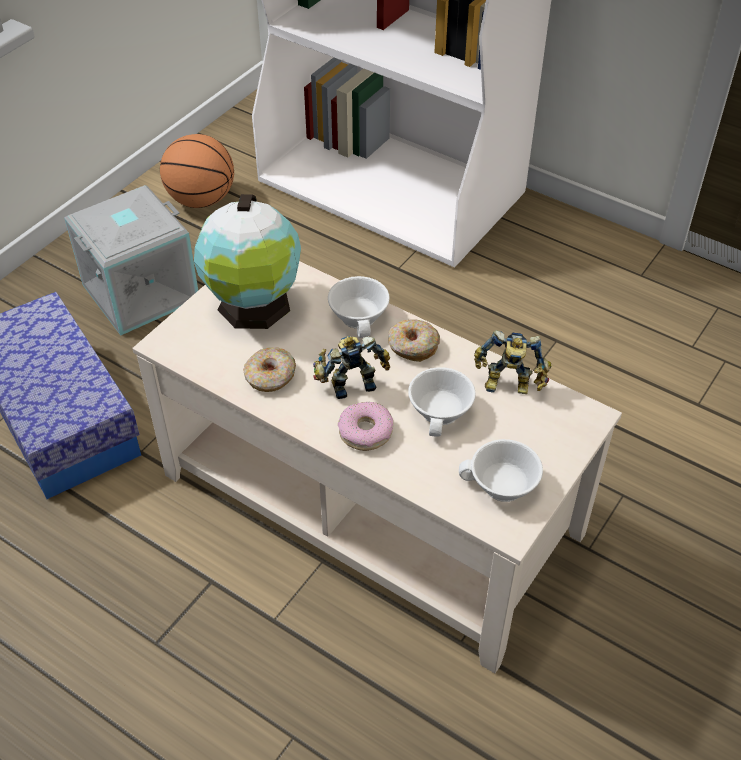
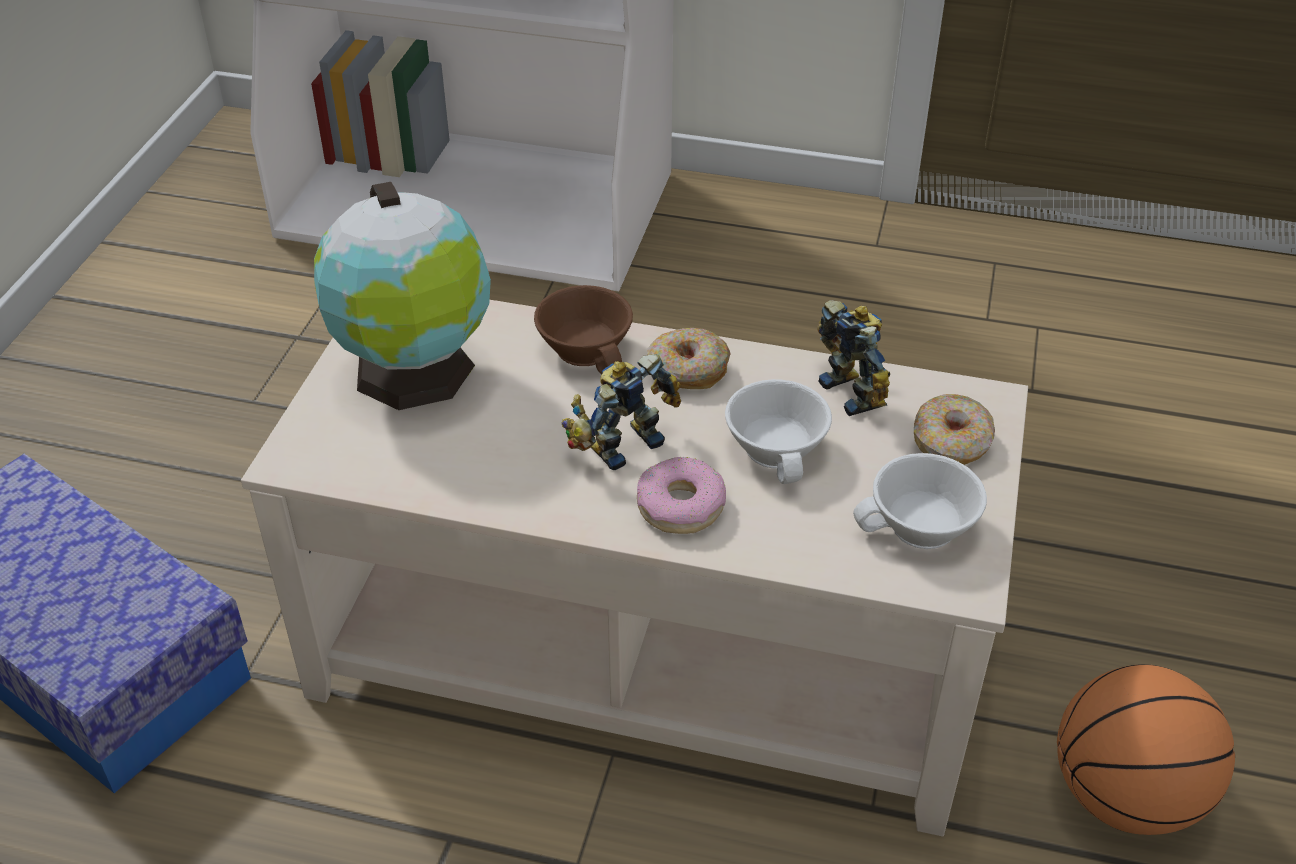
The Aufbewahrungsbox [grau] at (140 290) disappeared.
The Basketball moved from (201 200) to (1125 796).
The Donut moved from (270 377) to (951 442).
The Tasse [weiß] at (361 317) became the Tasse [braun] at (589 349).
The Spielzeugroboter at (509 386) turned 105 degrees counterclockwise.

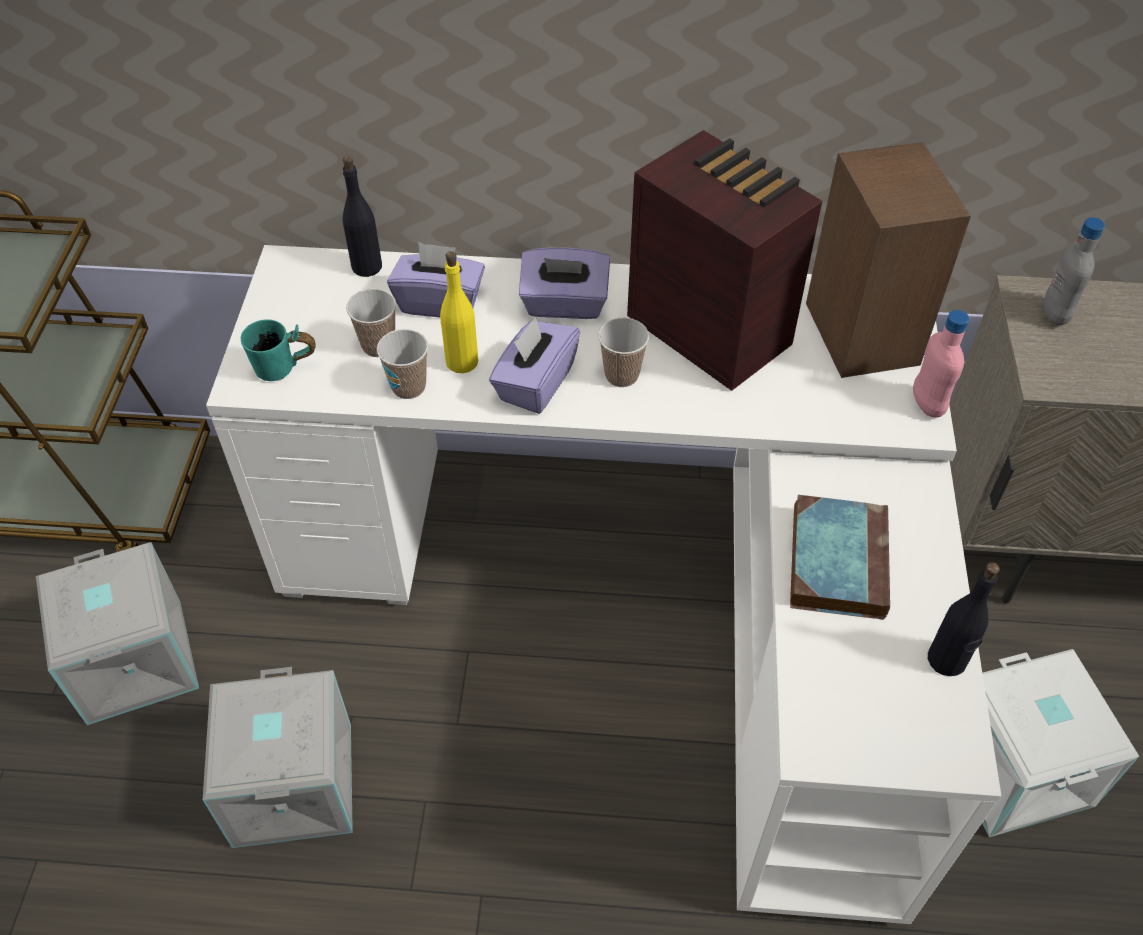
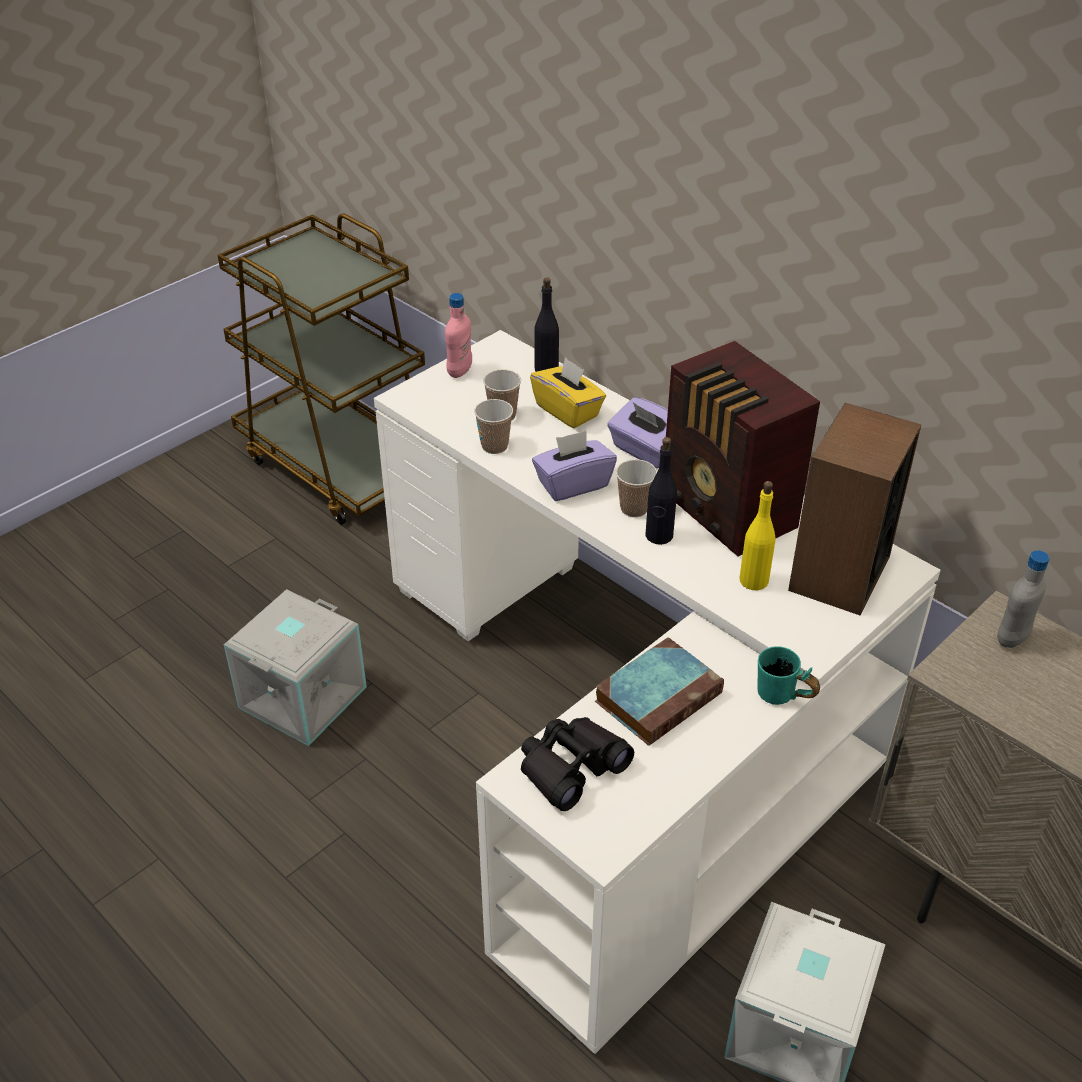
The Aufbewahrungsbox [grau] at (138 661) disappeared.
The Fernglas [schwarz] at (571 768) appeared.
The Henkelbecher [türkis] moved from (283 372) to (781 700).
The Flasche [gelb] moved from (461 361) to (753 580).
The Flasche [rosa] moved from (927 404) to (459 371).
The Flasche [schwarz] moved from (947 660) to (659 536).
The Taschentuchbox [lila] at (440 302) became the Taschentuchbox [gelb] at (568 410).
The Radio at (708 328) turned 150 degrees clockwise.

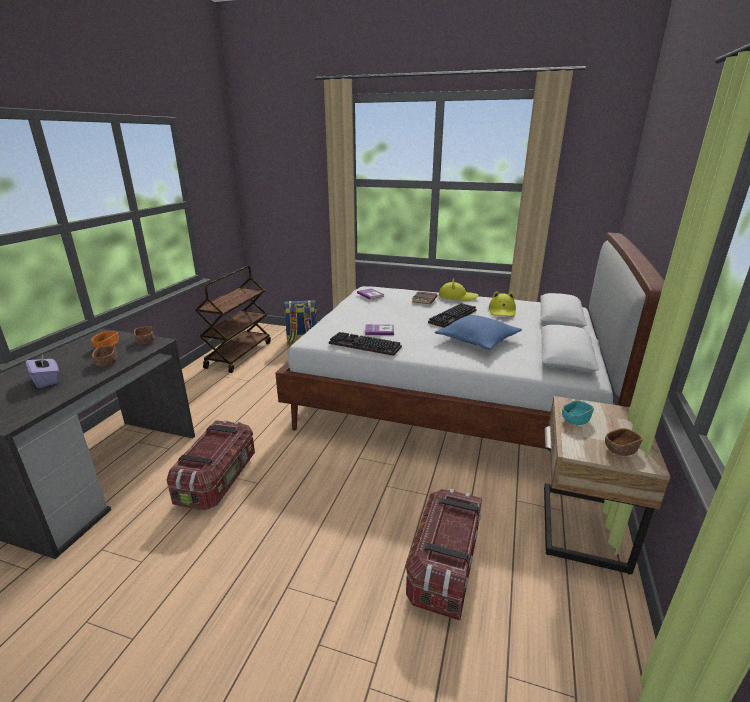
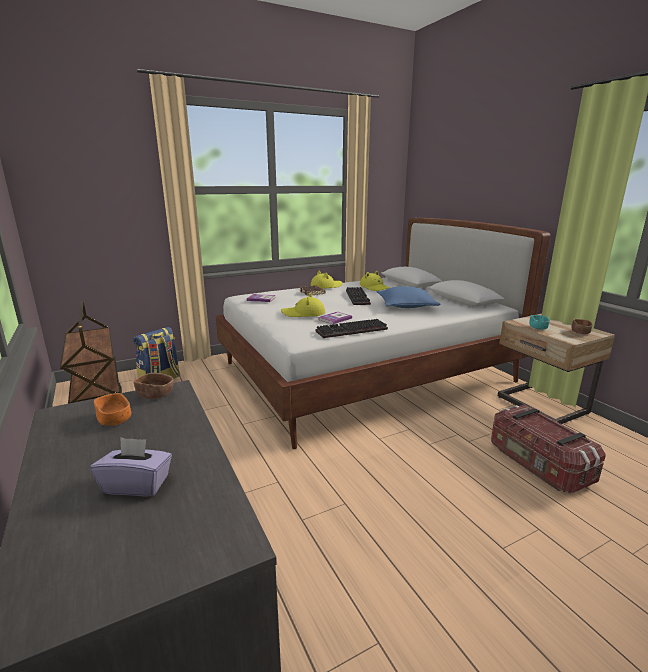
The Schüssel [braun] at (107 362) disappeared.
The Aufbewahrungsbox at (219 479) disappeared.
The Hut [gelb] at (303 314) appeared.

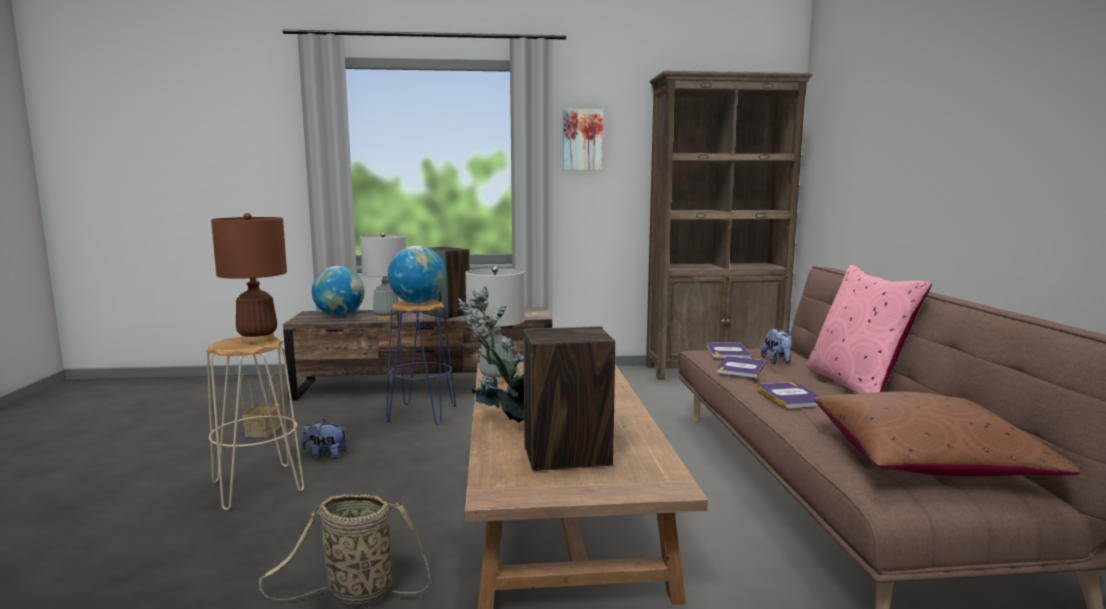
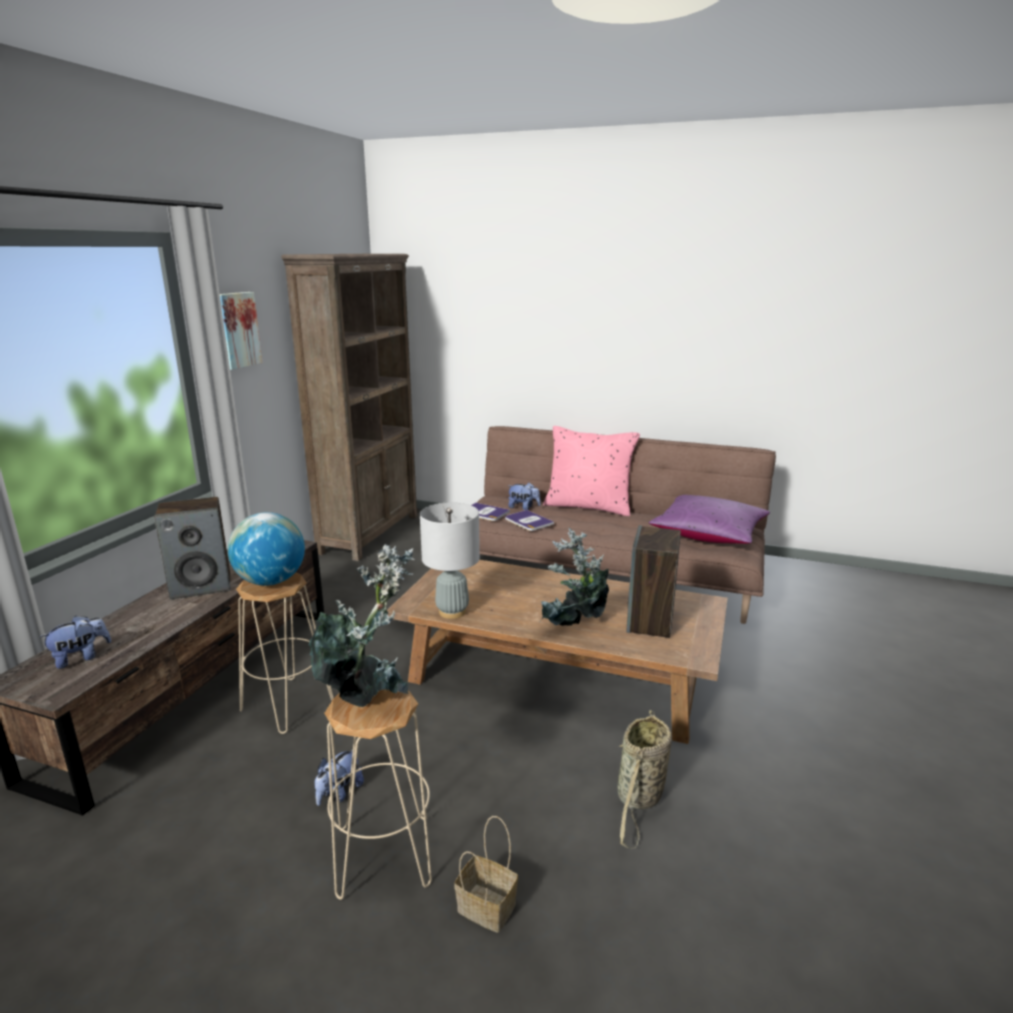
The Tischlampe [grau] at (386 318) disappeared.
The Buch at (790 396) disappeared.
The Korb moved from (263 431) to (484 907).
The Tischlampe [braun] at (257 339) was replaced by the Topfpflanze at (367 694).
The Globus at (339 316) was replaced by the Plüschtier at (81 658).
The Hocker [blau] at (422 414) became the Hocker [beige] at (288 704).
The Kissen [braun] at (923 460) became the Kissen [lila] at (708 533).

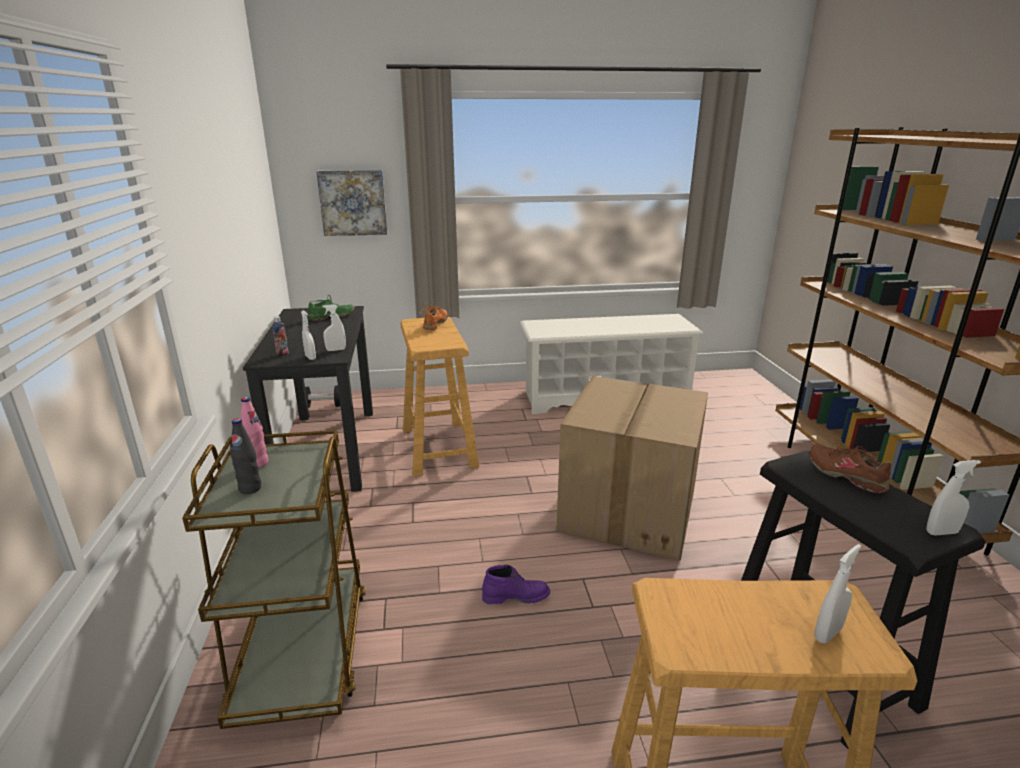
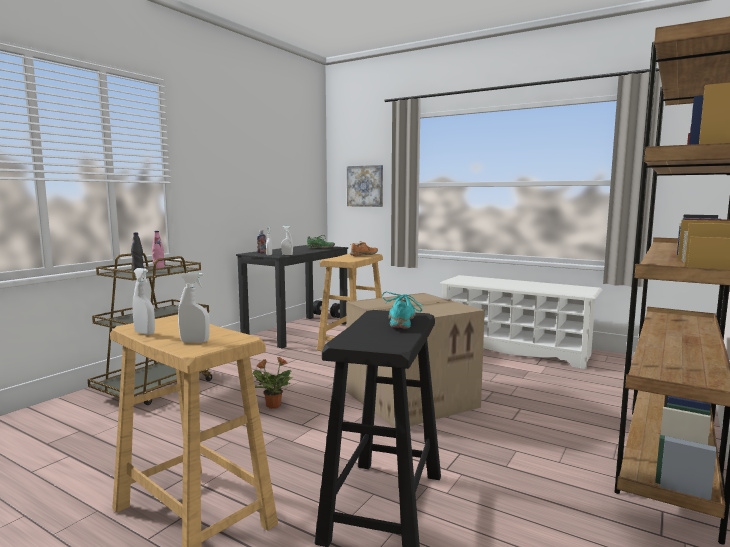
The Sprühflasche [weiß] moved from (941 532) to (144 333).
The Stiefel [lila] at (516 596) was replaced by the Topfpflanze at (272 405).
The Schuh [braun] at (845 475) became the Schuh [türkis] at (403 321).

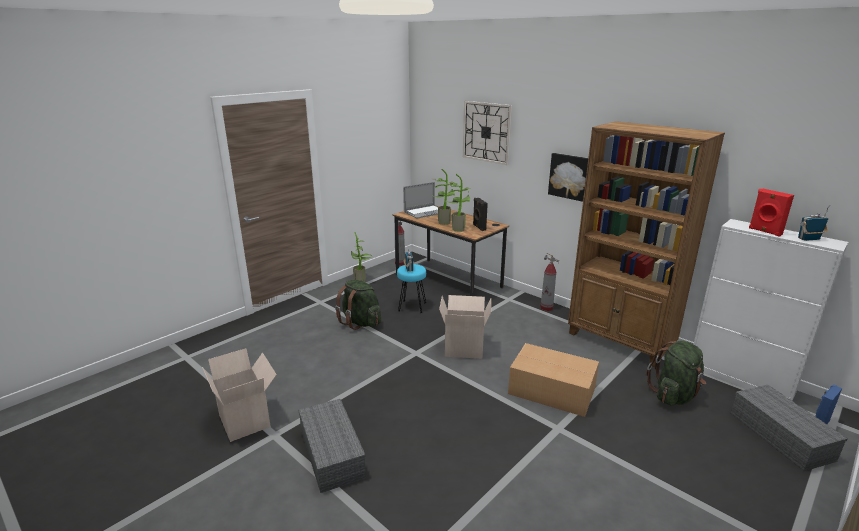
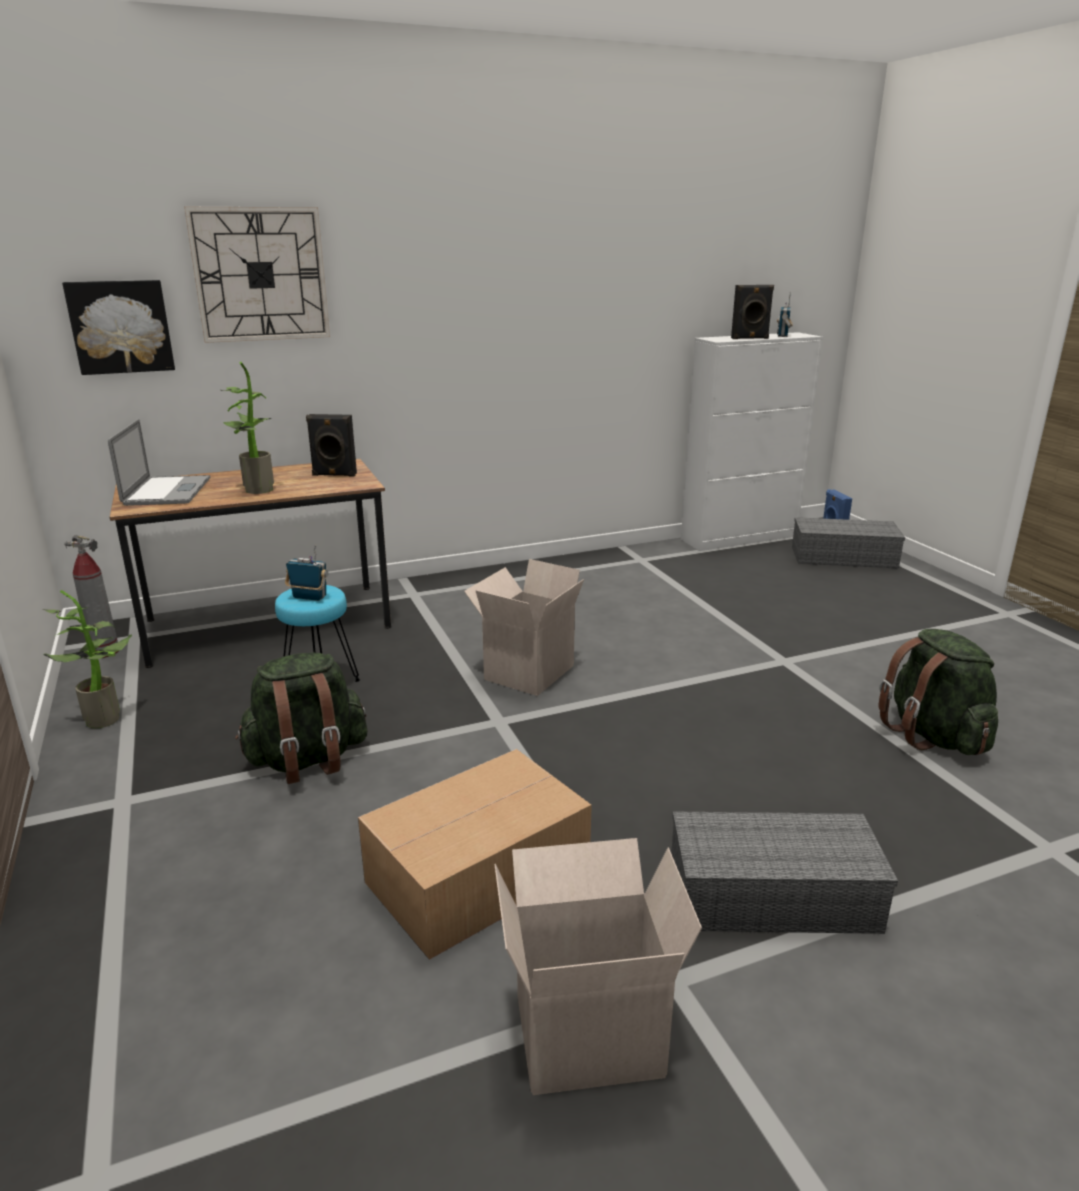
The Topfpflanze at (458 229) disappeared.
The Feuerlöscher at (546 308) disappeared.
The Bücherregal [braun] at (620 341) disappeared.
The Karton moved from (553 391) to (481 875).
The Bild moved from (570 176) to (121 327).
The Rucksack [grün] moved from (674 395) to (933 736).
The Lautsprecher [rot] at (764 231) became the Lautsprecher [schwarz] at (750 338).

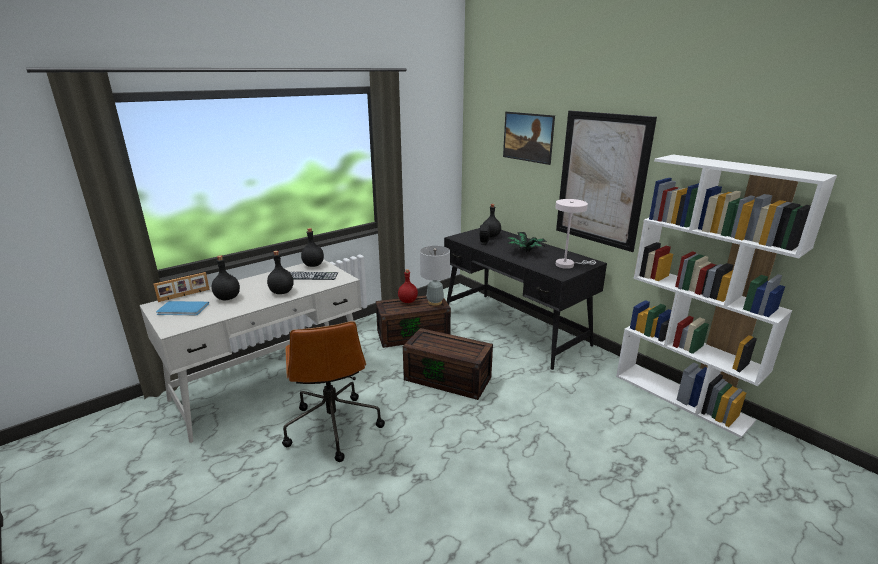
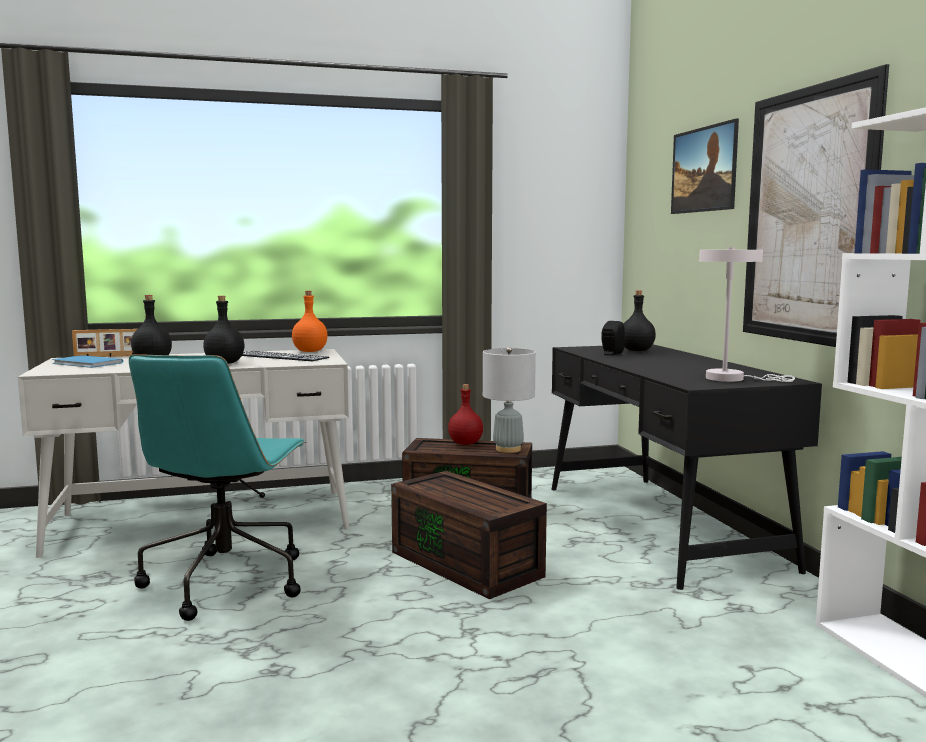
The Topfpflanze at (524 252) disappeared.
The Bürostuhl [braun] at (332 426) became the Bürostuhl [türkis] at (226 580).
The Flasche [schwarz] at (313 265) became the Flasche [orange] at (309 351).

